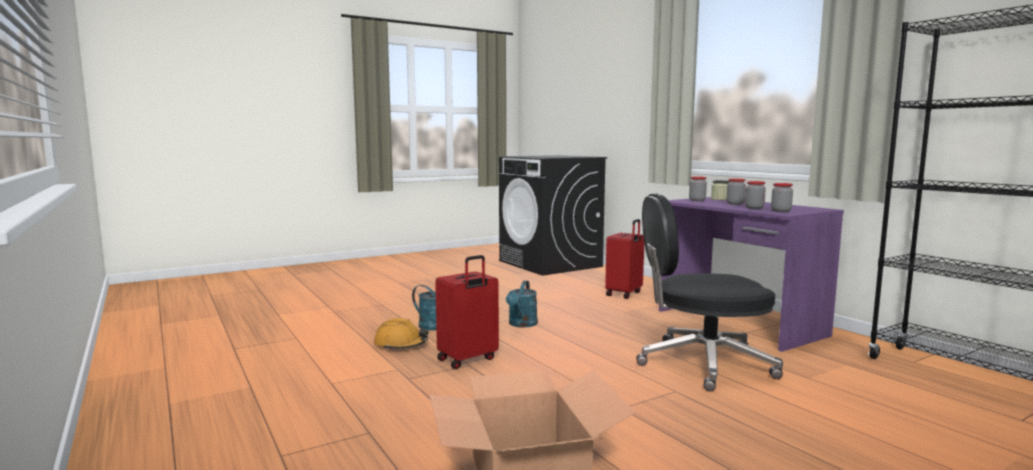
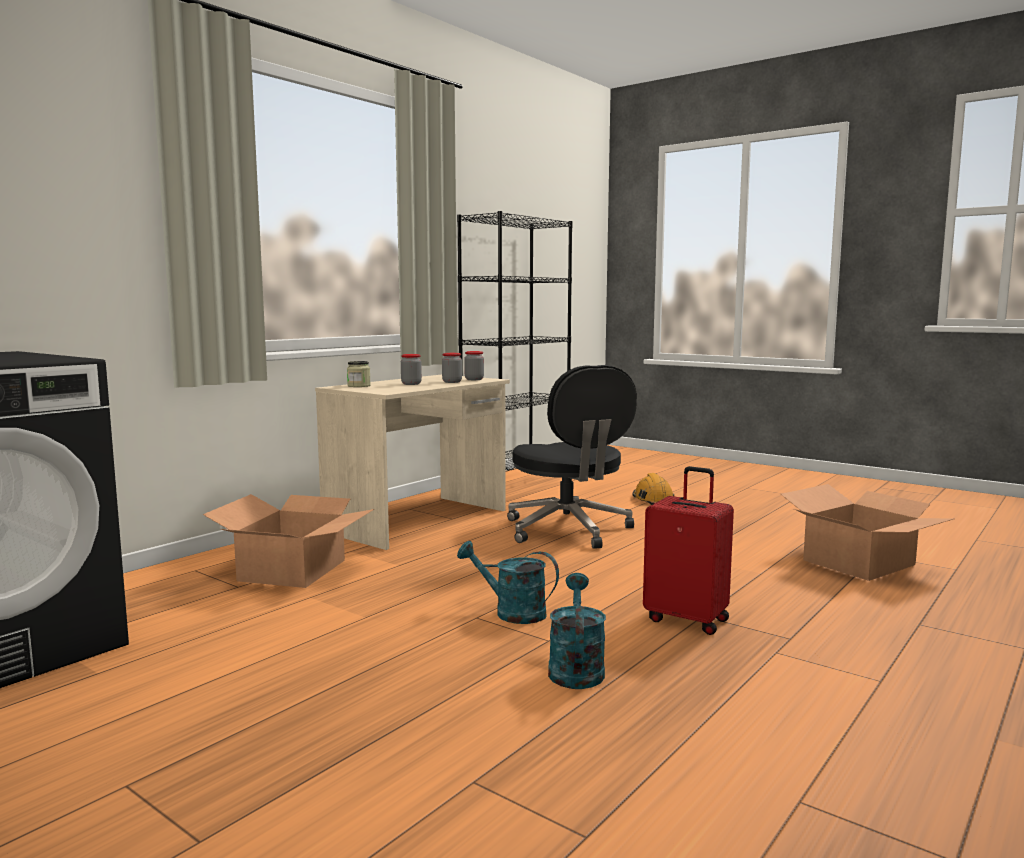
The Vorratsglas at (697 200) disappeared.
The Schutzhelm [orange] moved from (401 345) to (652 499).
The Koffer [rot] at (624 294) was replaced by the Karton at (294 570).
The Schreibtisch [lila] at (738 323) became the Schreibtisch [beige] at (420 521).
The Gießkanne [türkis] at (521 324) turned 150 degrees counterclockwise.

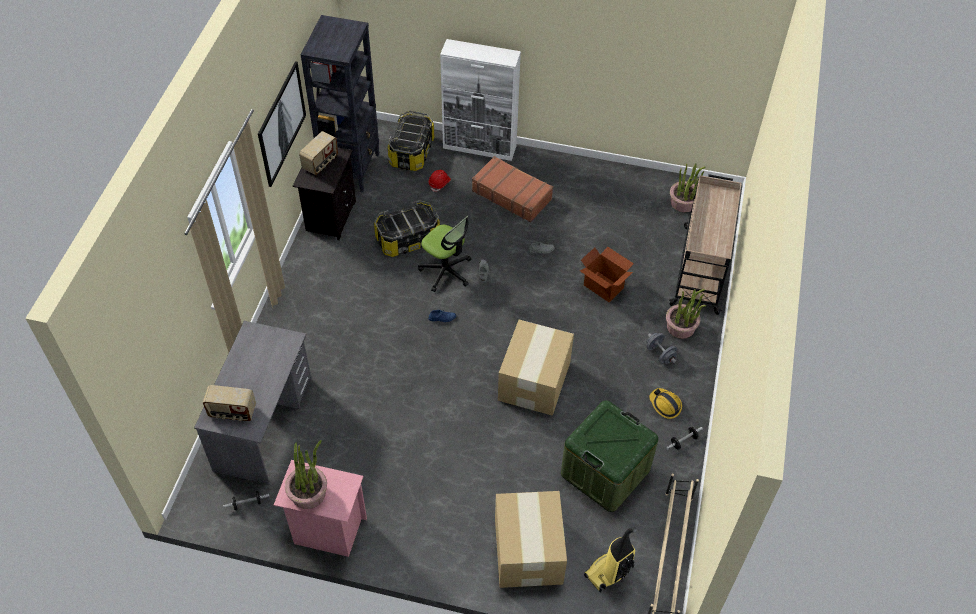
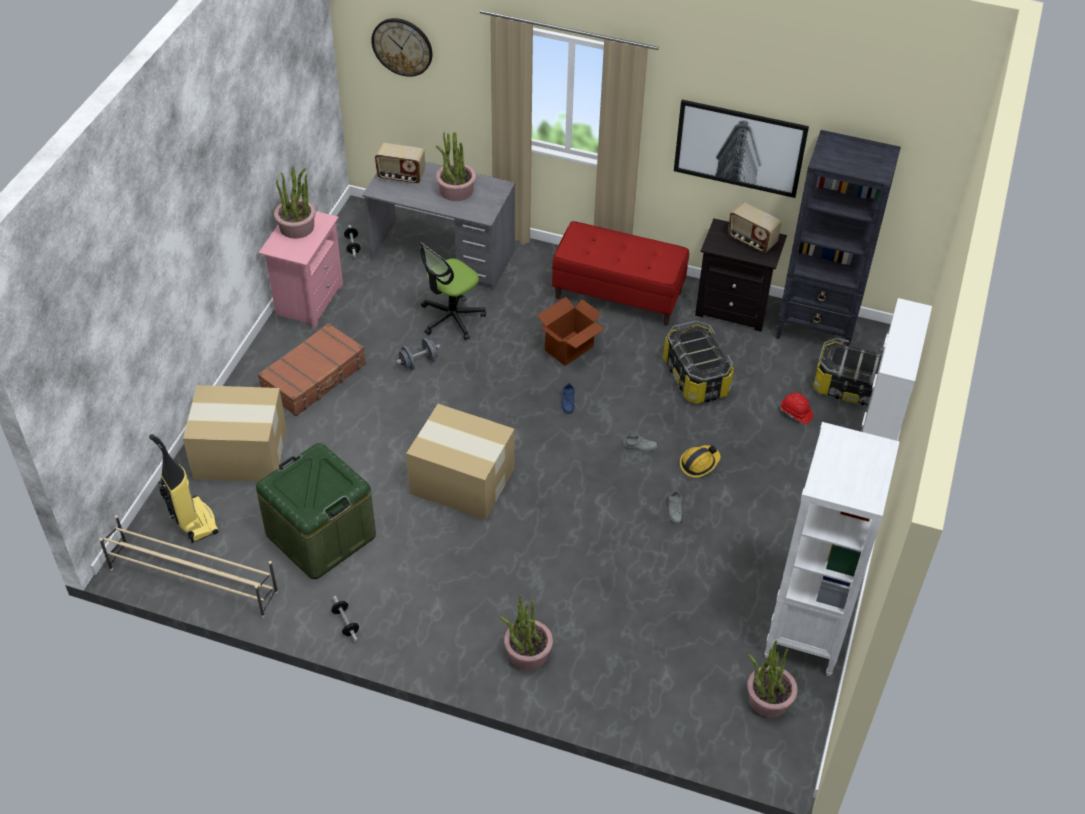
The Rollwagen [beige] at (700 268) disappeared.
The Wanduhr at (402 46) appeared.
The Topfpflanze at (456 190) appeared.
The Bank [rot] at (618 295) appeared.
The Bücherregal [weiß] at (805 633) appeared.
The Bürostuhl moved from (446 271) to (451 318).
The Koffer [braun] moved from (512 195) to (314 378).
The Karton moved from (603 286) to (569 349).
The Hantel [grau] moved from (660 354) to (418 363).
The Schutzhelm moved from (665 405) to (699 463).
The Radio at (232 412) turned 90 degrees counterclockwise.

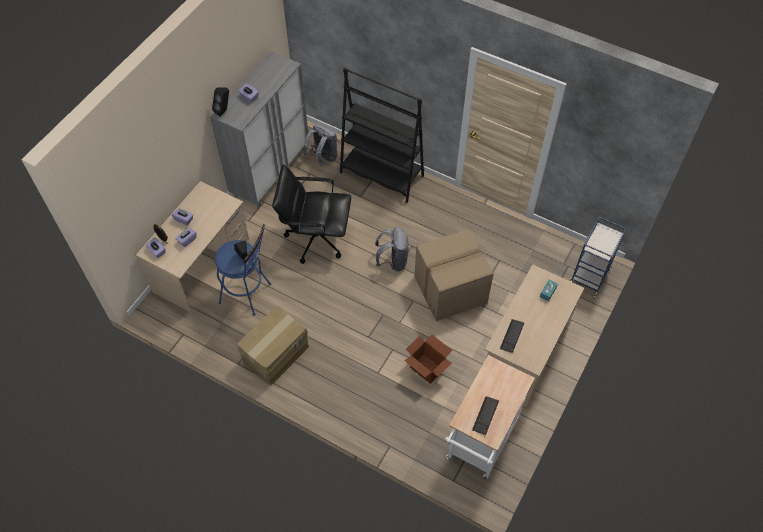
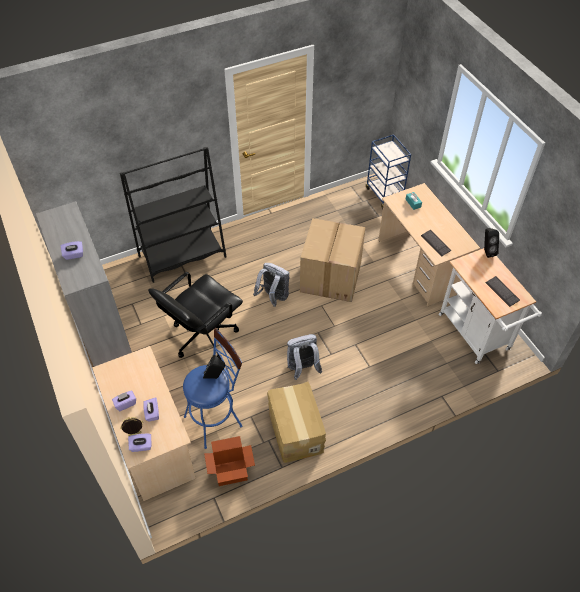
The Lautsprecher [schwarz] moved from (224 110) to (487 251).
The Rucksack [grau] moved from (323 158) to (302 368).
The Karton moved from (427 368) to (231 472).

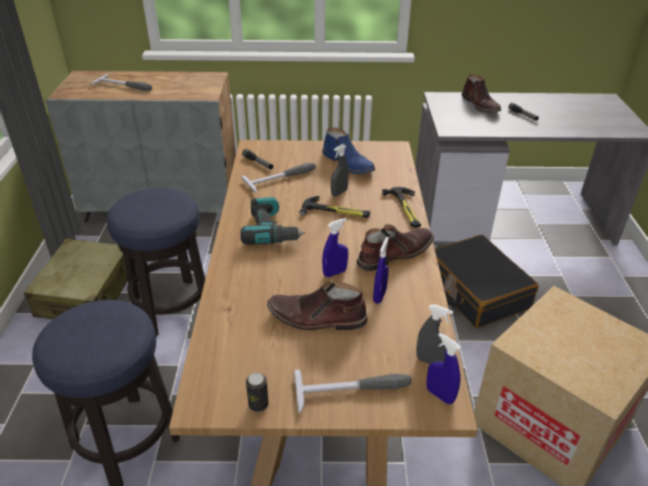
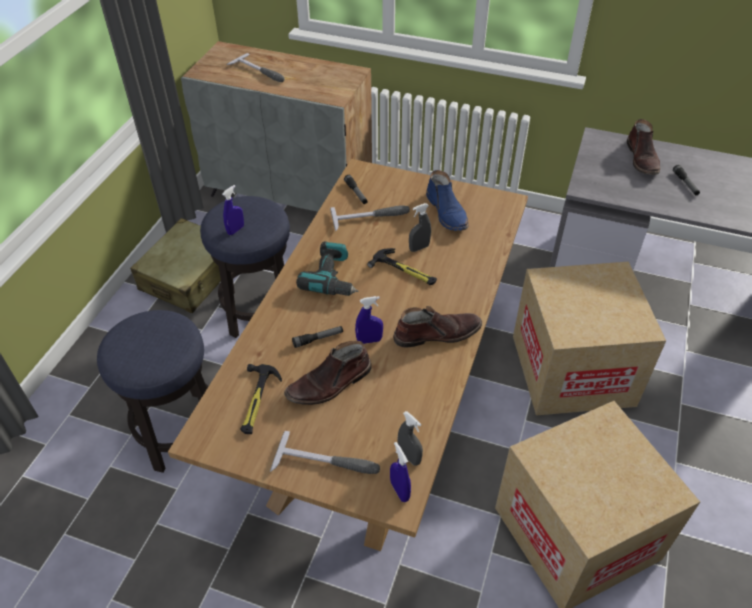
The Dose at (258 404) disappeared.
The Taschenlampe at (318 339) appeared.
The Sprühflasche [blau] moved from (379 296) to (235 230).
The Hammer moved from (405 209) to (257 400).
The Koffer [schwarz] at (476 291) was replaced by the Karton at (572 370).
The Stiefel [braun] at (316 318) turned 60 degrees counterclockwise.

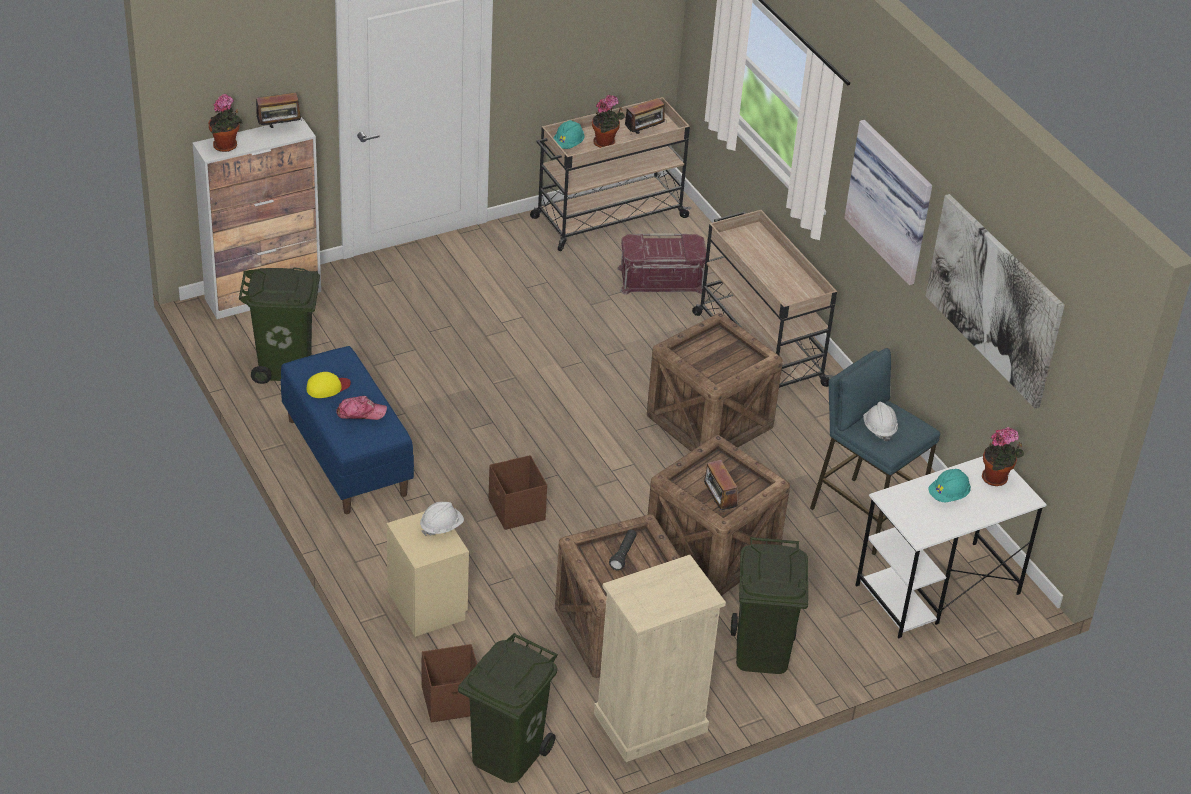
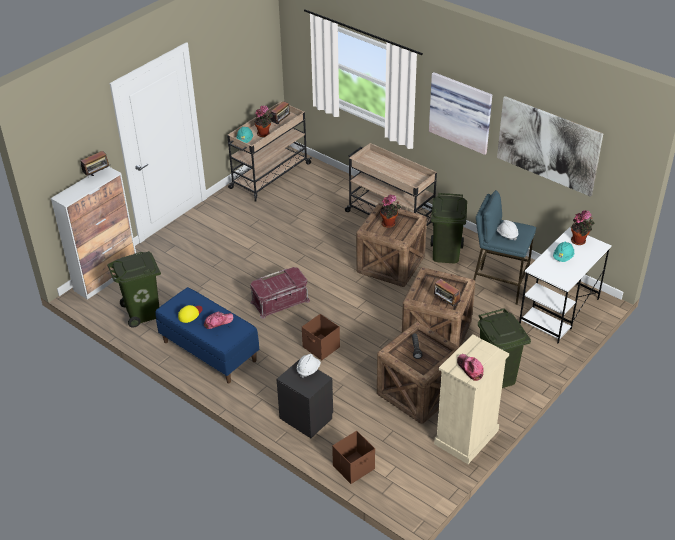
The Kappe at (470 368) appeared.
The Topfpflanze moved from (227 146) to (389 224).
The Mülleimer [grün] moved from (505 754) to (445 253).
The Aufbewahrungsbox [rot] moved from (661 280) to (280 302).
The Nachttisch [beige] at (426 605) became the Nachttisch [schwarz] at (306 418).

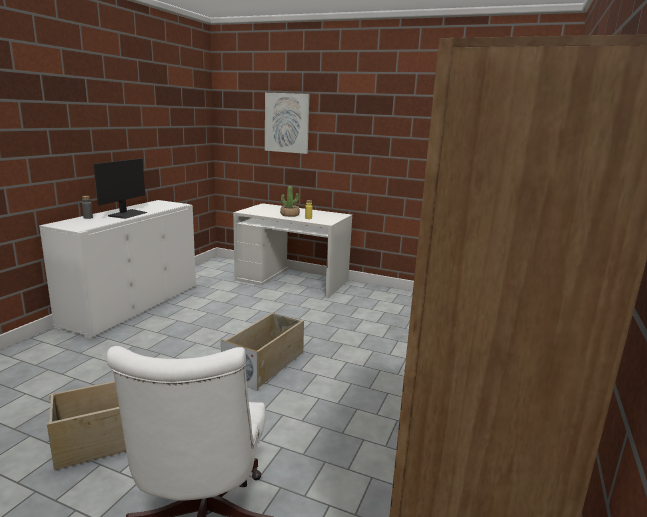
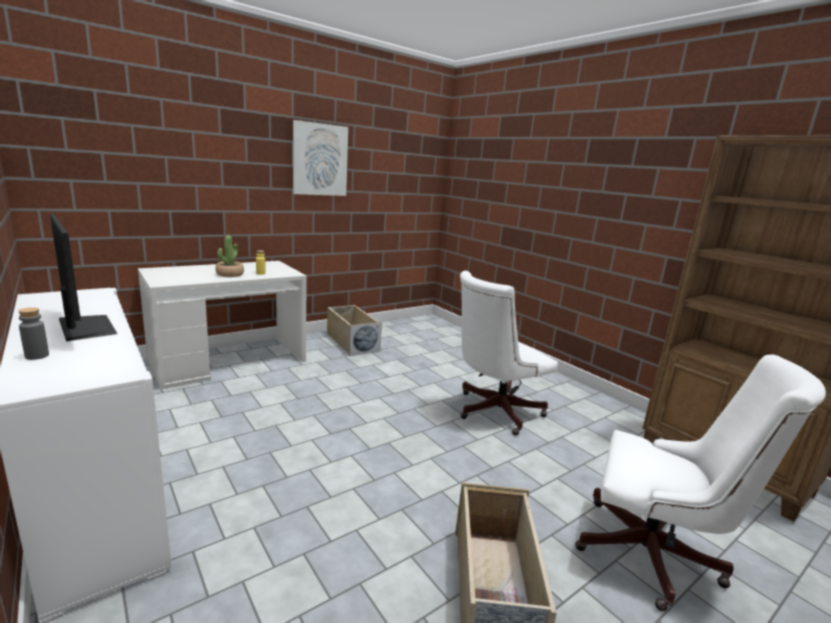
The Bürostuhl [weiß] at (493 411) appeared.
The Aufbewahrungsbox [beige] moved from (265 364) to (351 342).
The Bild moved from (287 123) to (320 160).

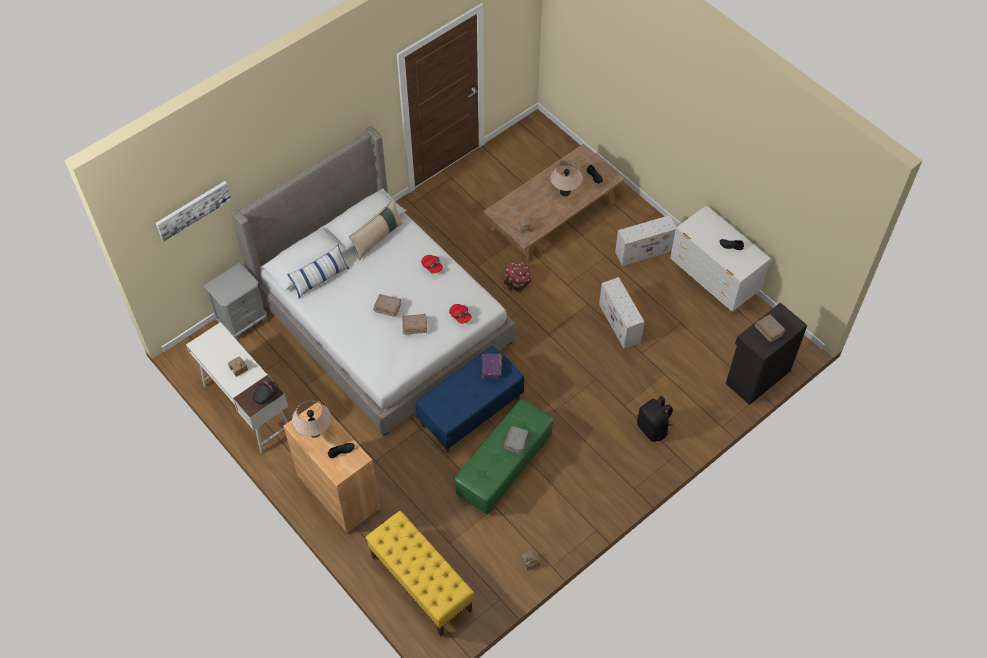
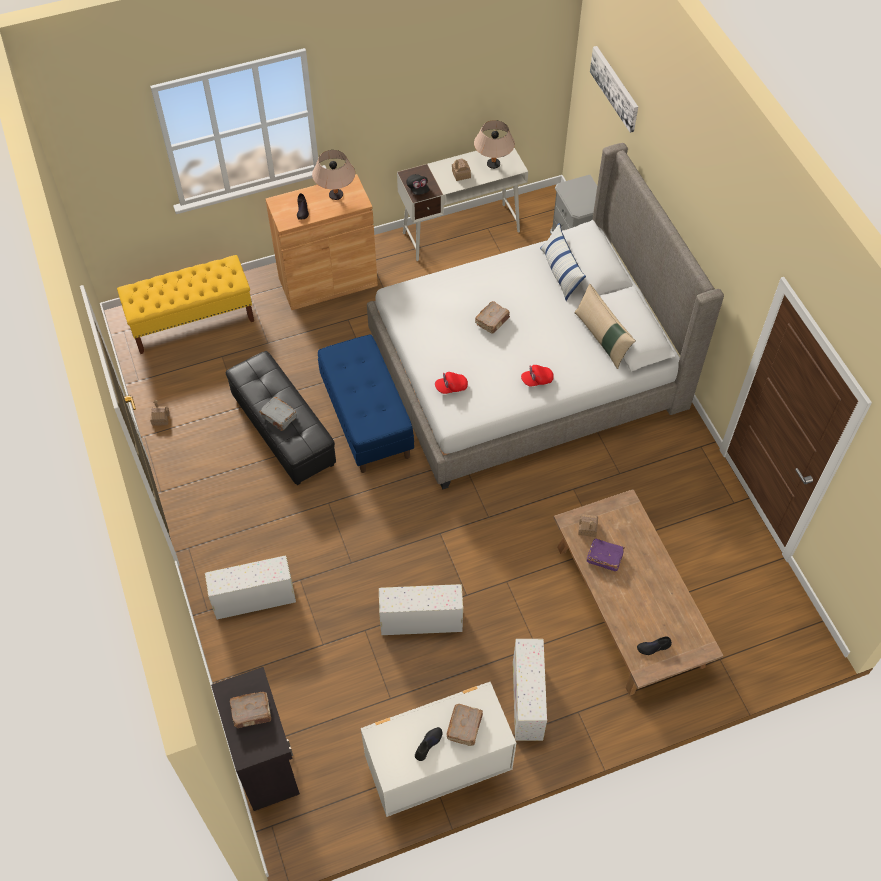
The Spielzeughaus at (517 282) disappeared.
The Buch [braun] moved from (414 327) to (465 726).
The Buch [lila] moved from (491 369) to (604 557).
The Tischlampe [beige] moved from (565 192) to (493 164).
The Rucksack [schwarz] at (653 429) was replaced by the Aufbewahrungsbox [weiß] at (253 599).
The Polsterhocker [grün] at (504 465) became the Polsterhocker [schwarz] at (284 430).

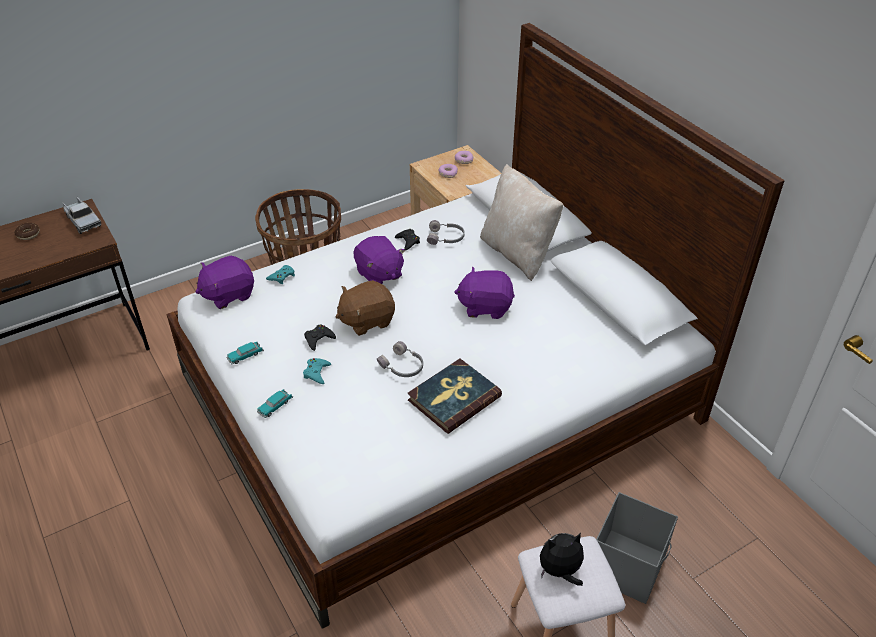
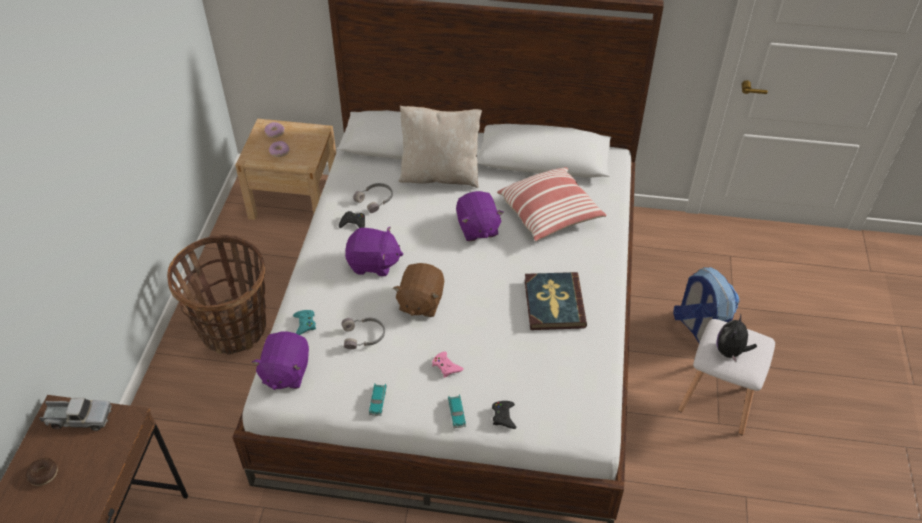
The Kissen at (550 214) appeared.
The Gamepad [schwarz] moved from (318 339) to (503 416).
The Kopfhörer [grau] moved from (402 366) to (364 336).
The Aufbewahrungsbox [grau] at (628 565) was replaced by the Rucksack at (699 330).
The Gamepad [türkis] at (316 373) became the Gamepad [rosa] at (446 366).
The Plüschtier [lila] at (485 306) turned 60 degrees counterclockwise.

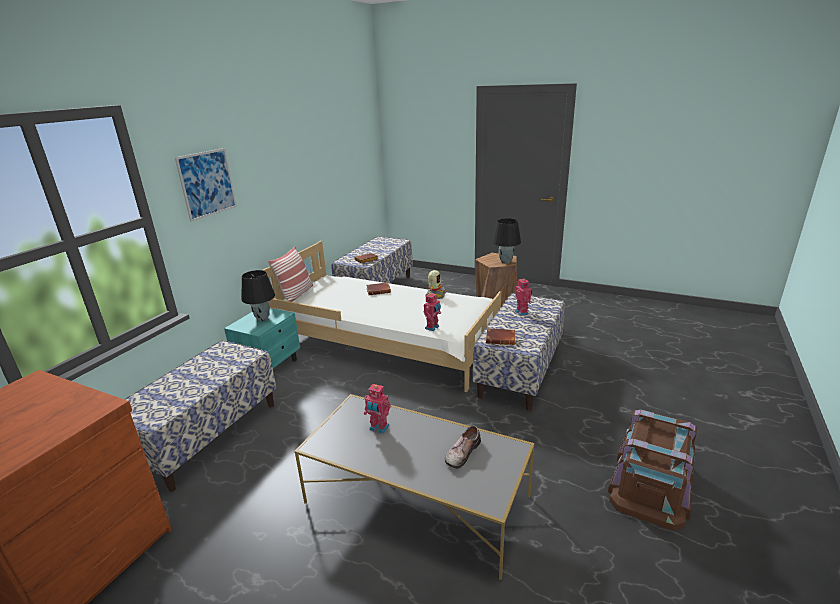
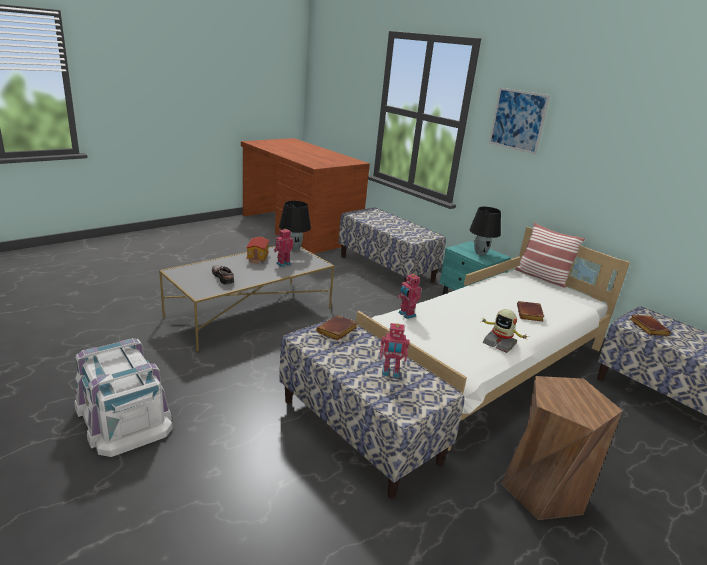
The Spielzeughaus at (258 258) appeared.
The Tischlampe [schwarz] moved from (505 261) to (294 249).
The Aufbewahrungsbox [braun] at (651 484) became the Aufbewahrungsbox [weiß] at (122 415).

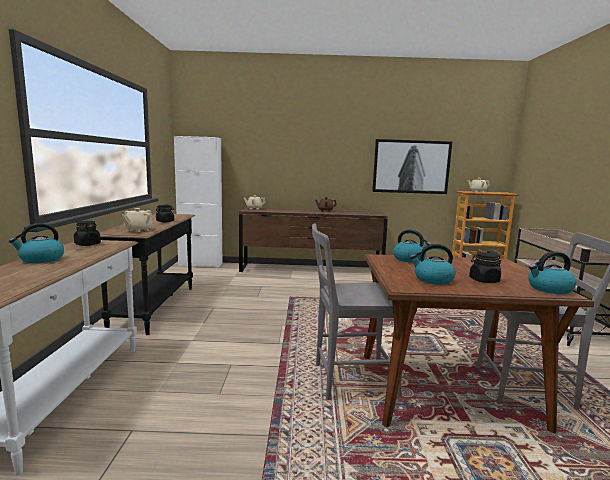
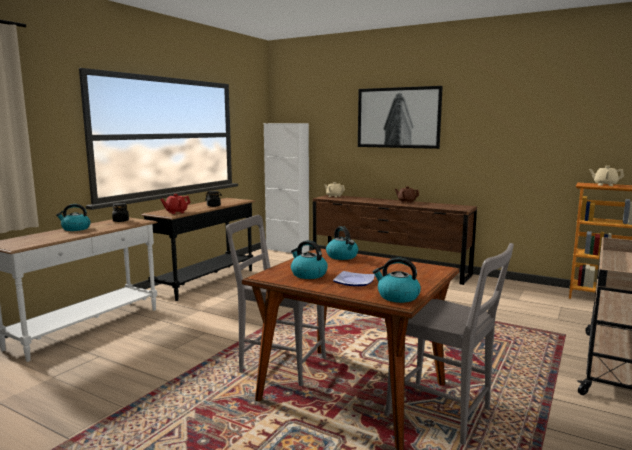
The Bild moved from (411 166) to (398 117).
The Vorratsglas [schwarz] at (484 280) was replaced by the Teller at (355 281).
The Teekanne [beige] at (138 230) became the Teekanne [rot] at (176 212).

